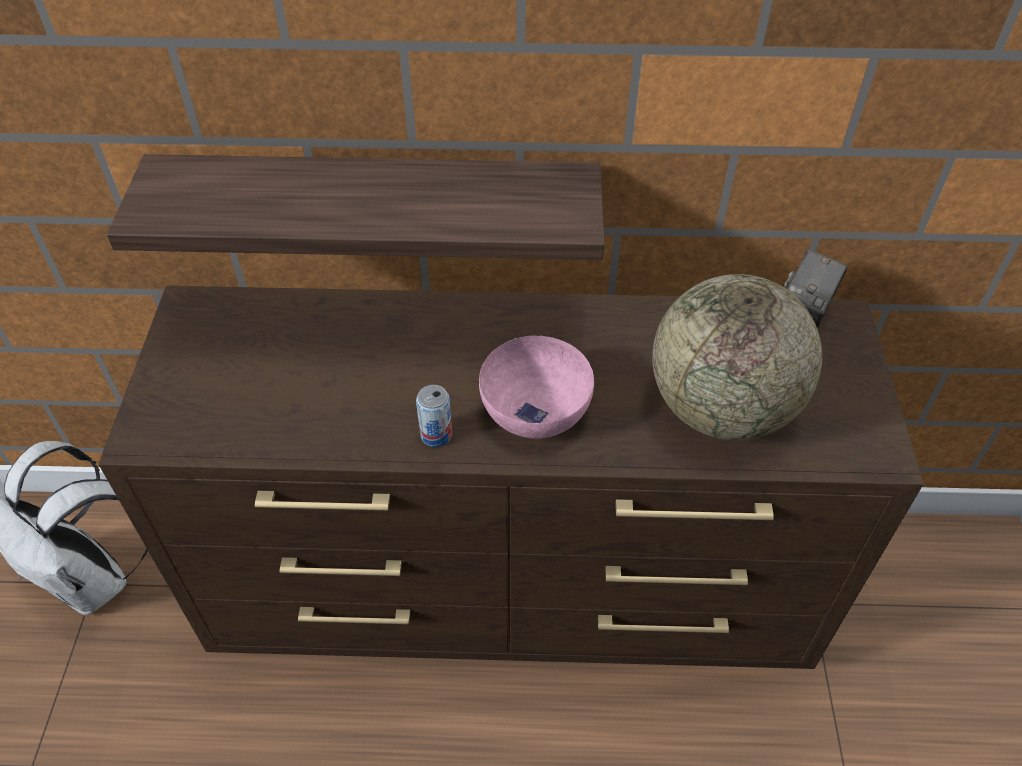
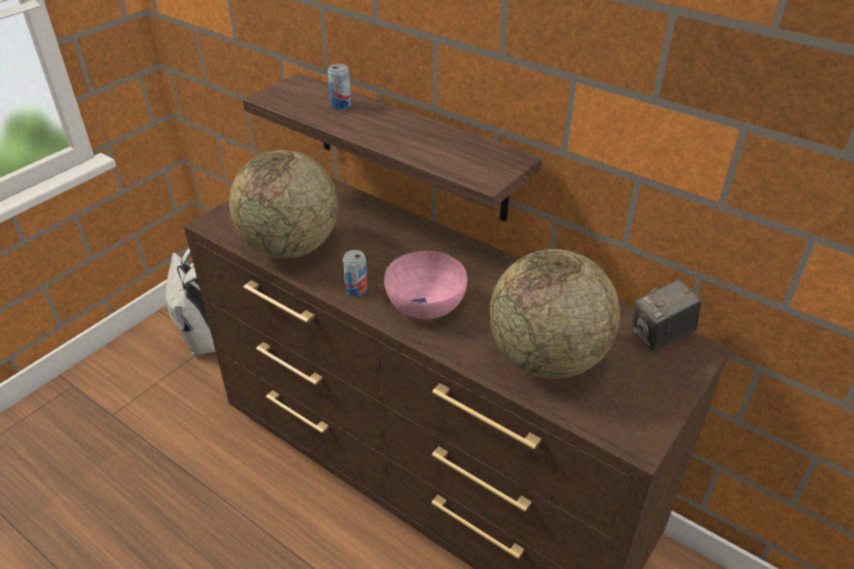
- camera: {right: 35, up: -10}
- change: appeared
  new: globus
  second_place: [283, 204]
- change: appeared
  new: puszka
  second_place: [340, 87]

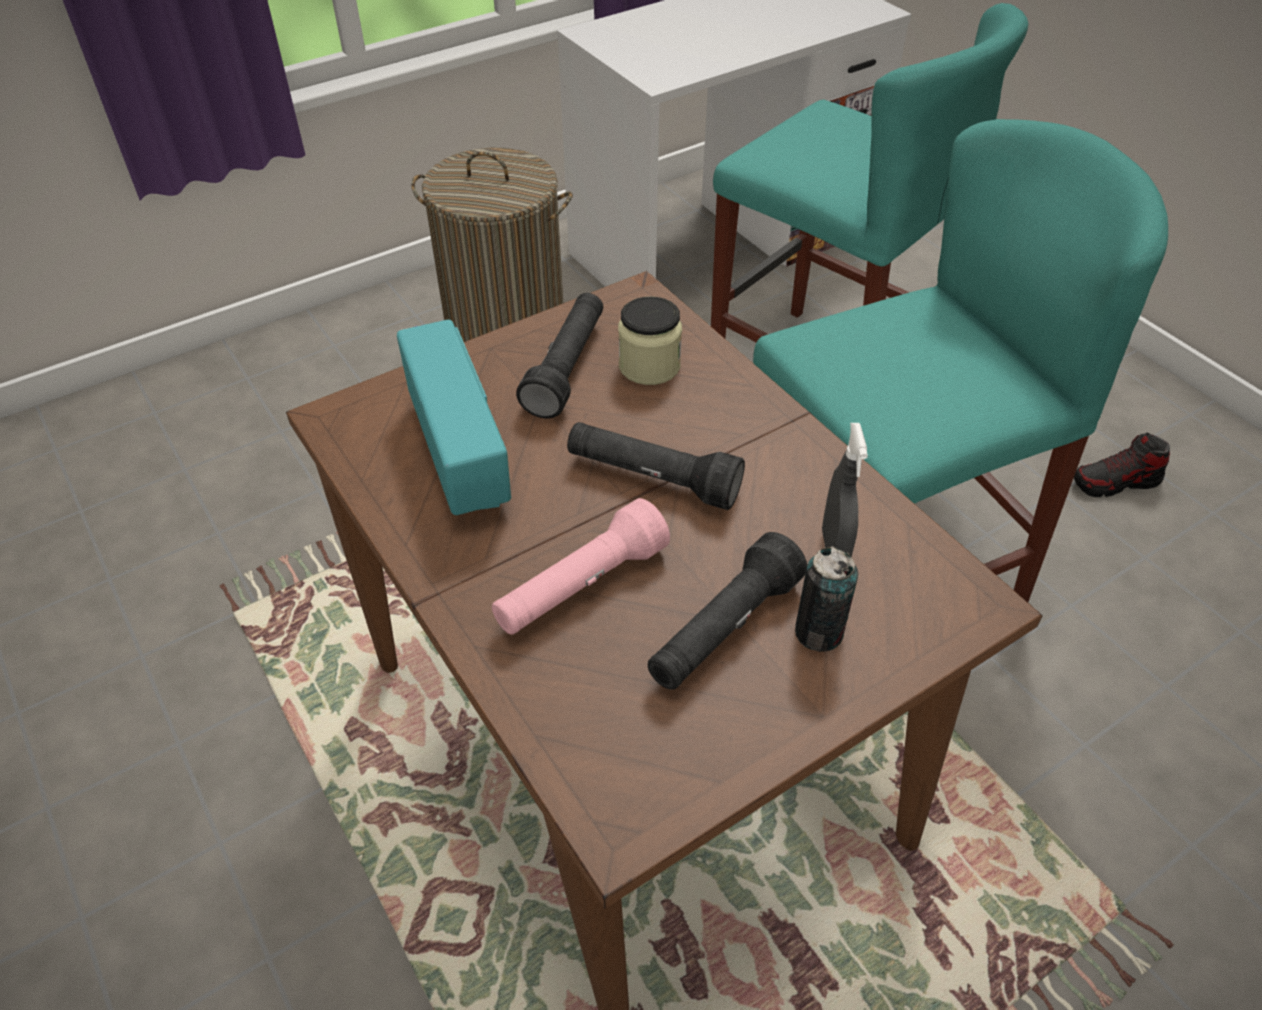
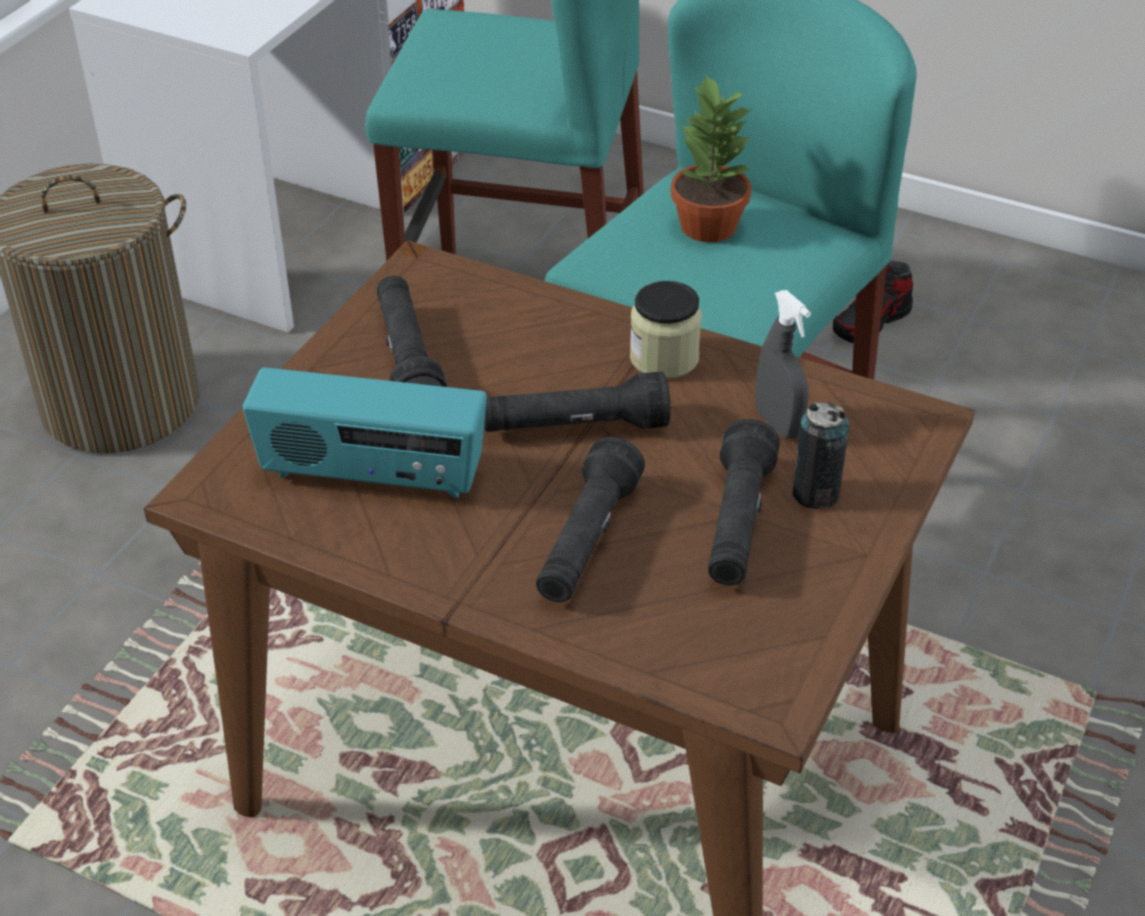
- camera: {right: -30, up: -5}
- change: appeared
  new: roślina doniczkowa
  second_place: [712, 157]
- change: relocated
  old: słoik
  first_place: [650, 341]
  second_place: [666, 330]
- change: colour
  old: latarka/różowy
  new: latarka/czarny
  first_place: [581, 566]
  second_place: [590, 519]
- change: spun
  old: radio
  first_place: [454, 417]
  second_place: [365, 432]
  degrees: 150

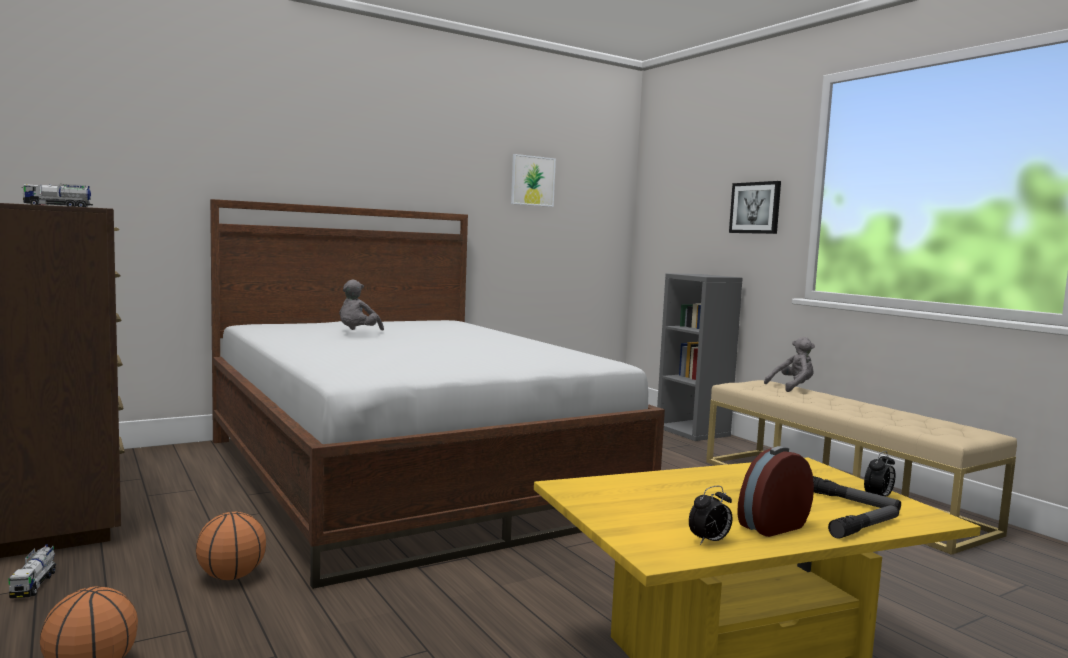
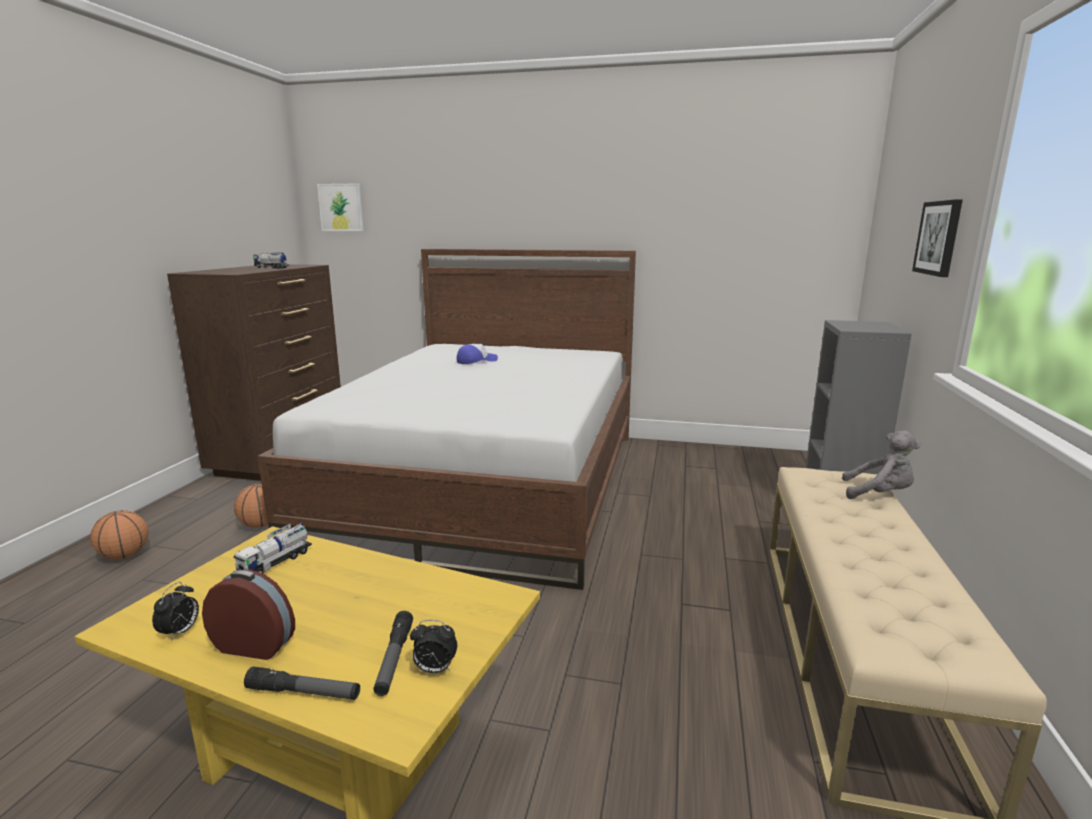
- camera: {right: 45, up: 10}
- change: relocated
  old: ciężarówka zabawkowa
  first_place: [32, 571]
  second_place: [272, 547]
- change: relocated
  old: obraz
  first_place: [533, 180]
  second_place: [340, 207]
- change: exchanged
  old: pluszak/szary
  new: czapka z daszkiem
  first_place: [361, 304]
  second_place: [477, 354]
- change: spun
  old: budzik
  first_place: [710, 515]
  second_place: [175, 611]
  degrees: -90

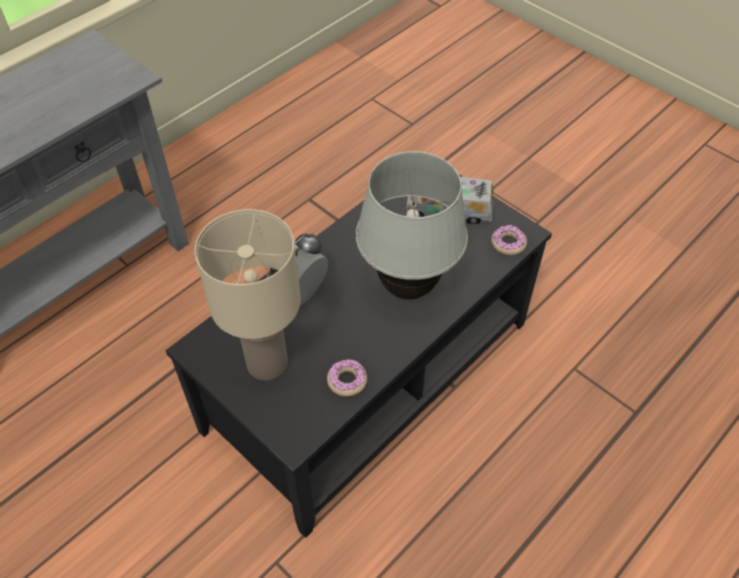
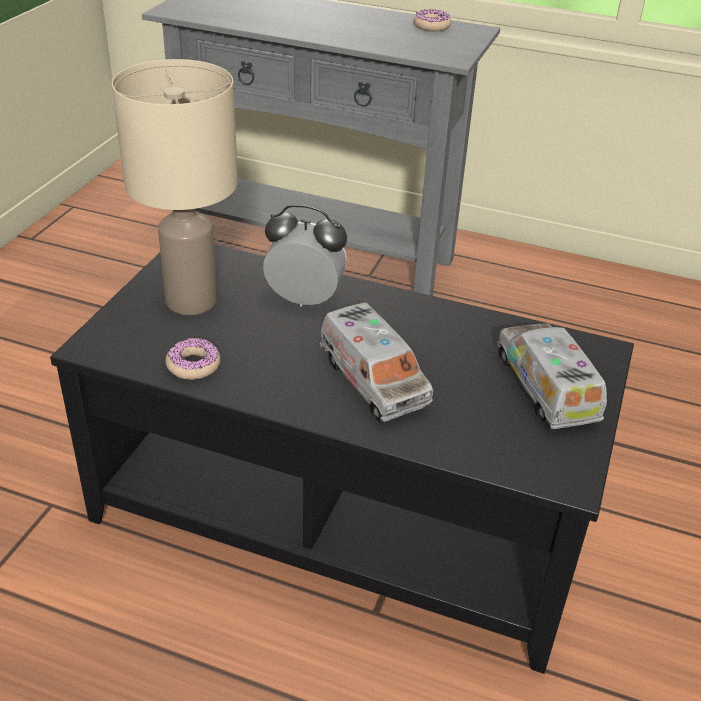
- camera: {right: 65, up: -15}
- change: relocated
  old: donut
  first_place: [509, 240]
  second_place: [432, 20]
- change: exchanged
  old: lampa stołowa/biały
  new: ciężarówka zabawkowa
  first_place: [412, 225]
  second_place: [376, 362]

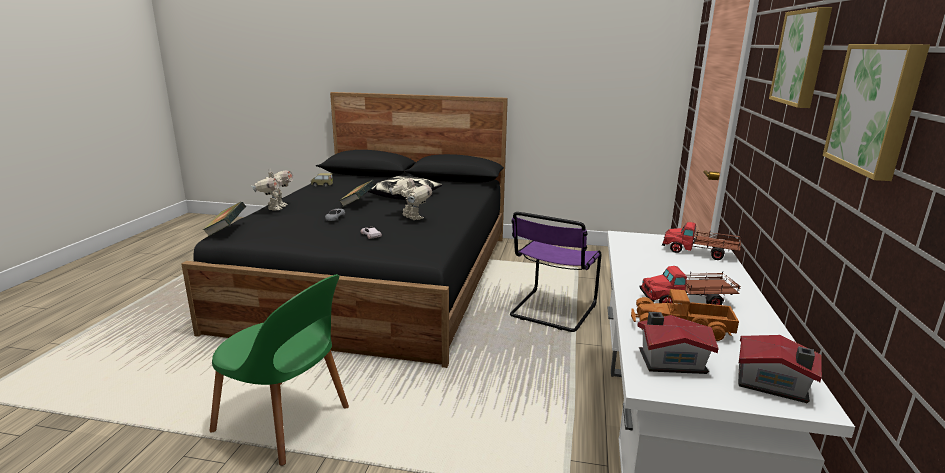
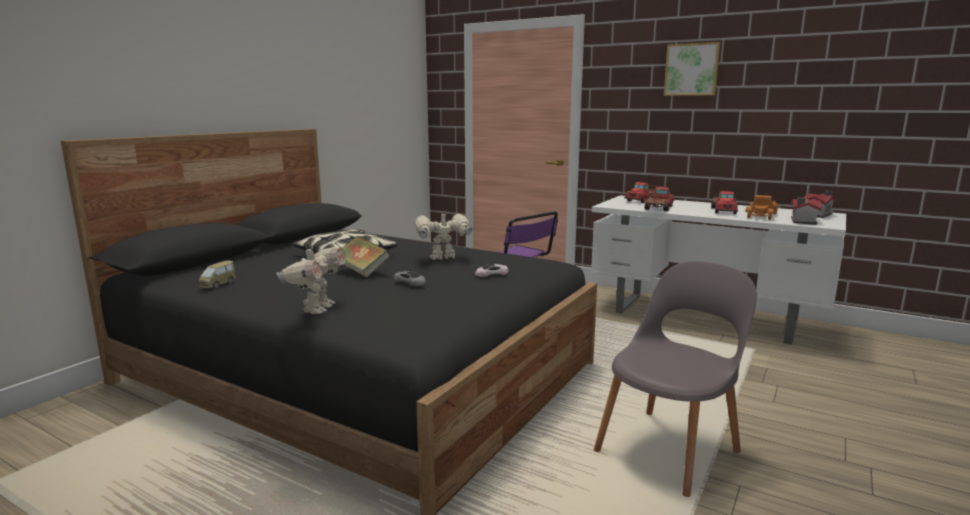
- camera: {right: -70, up: -5}
- change: missing
  old: książka
  first_place: [224, 219]
- change: missing
  old: obraz
  first_place: [876, 112]
- change: appeared
  new: ciężarówka zabawkowa
  second_place: [659, 199]
- change: colour
  old: krzesło/zielony
  new: krzesło/szary
  first_place: [279, 370]
  second_place: [675, 379]
- change: spun
  old: robot zabawkowy
  first_place: [272, 190]
  second_place: [311, 278]
  degrees: 75

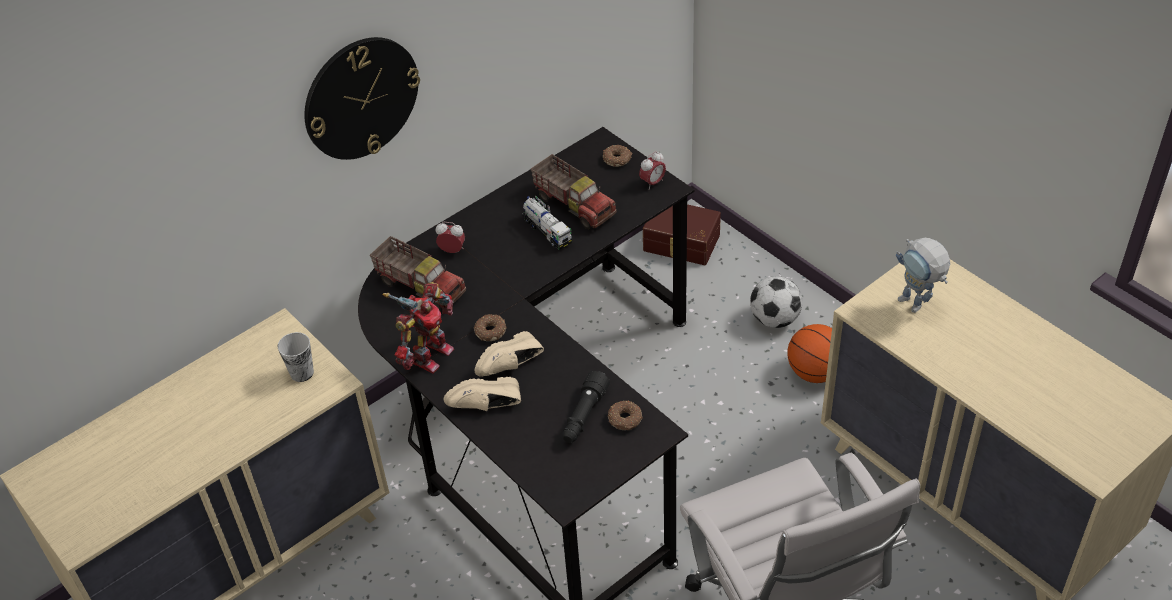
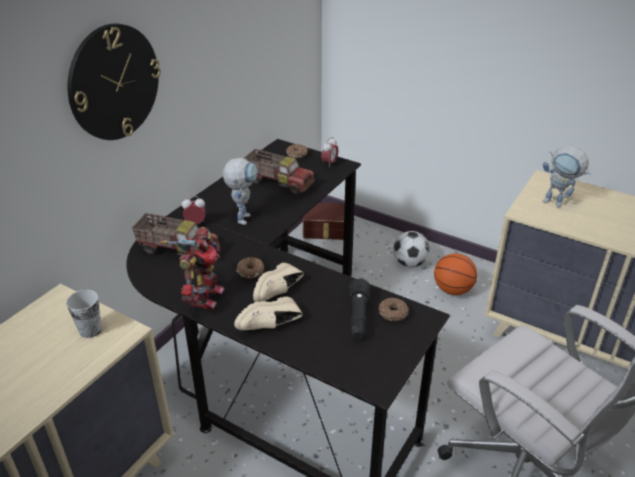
- camera: {right: -20, up: -10}
- change: missing
  old: ciężarówka zabawkowa
  first_place: [547, 223]
- change: appeared
  new: robot zabawkowy
  second_place: [240, 191]

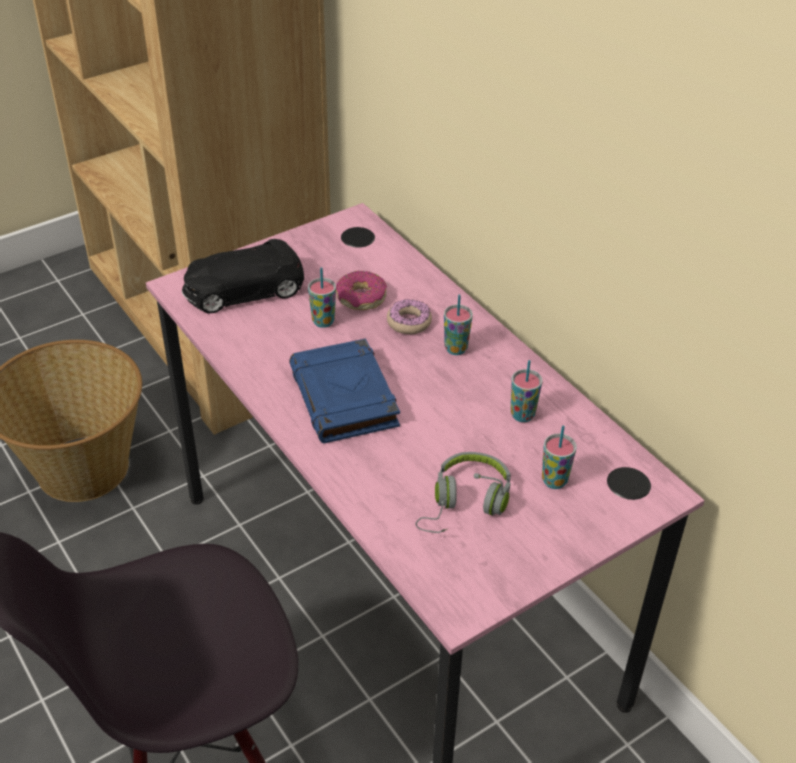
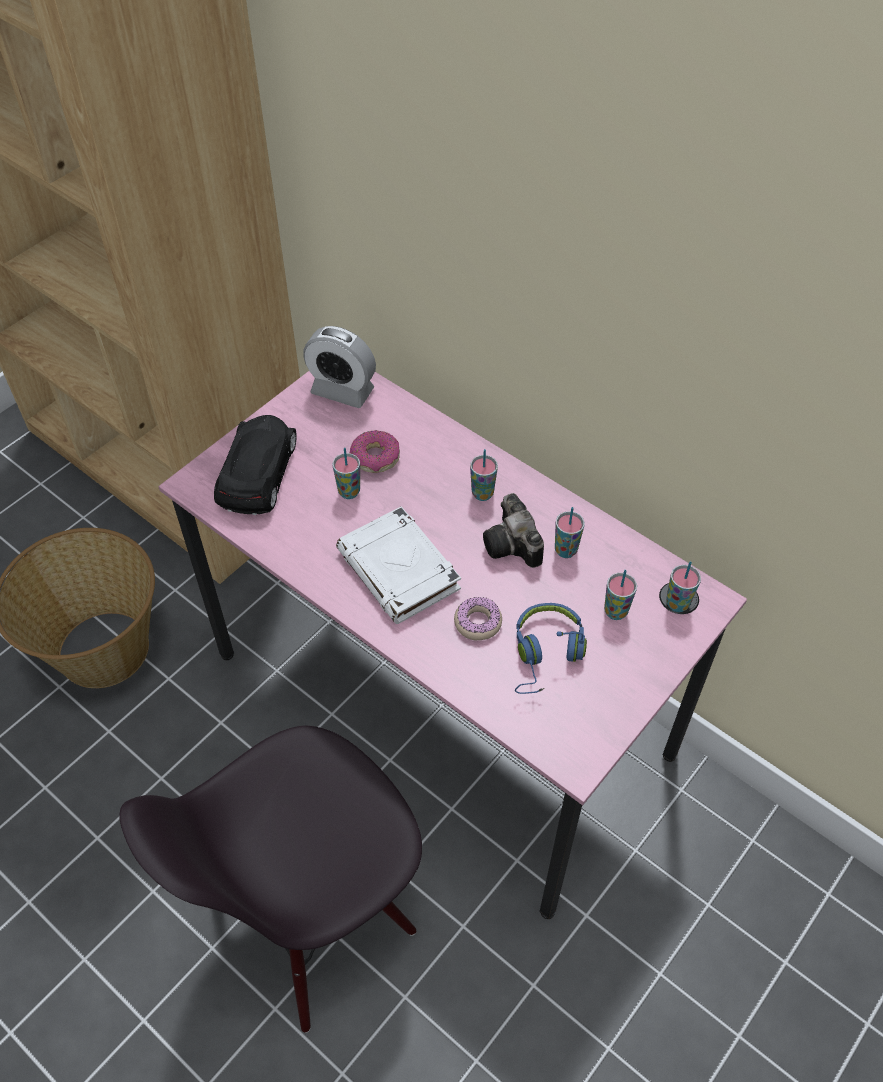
- camera: {right: -15, up: 10}
- change: appeared
  new: budzik
  second_place: [339, 367]
- change: appeared
  new: aparat fotograficzny
  second_place: [513, 530]
- change: appeared
  new: filiżanka
  second_place: [683, 587]
- change: relocated
  old: donut
  first_place: [409, 316]
  second_place: [478, 618]
- change: colour
  old: książka/niebieski
  new: książka/biały
  first_place: [344, 390]
  second_place: [398, 565]
- change: colour
  old: słuchawki/szary
  new: słuchawki/niebieski
  first_place: [463, 492]
  second_place: [551, 648]
- change: spun
  old: samochodzik/czarny
  first_place: [243, 276]
  second_place: [255, 465]
  degrees: 135

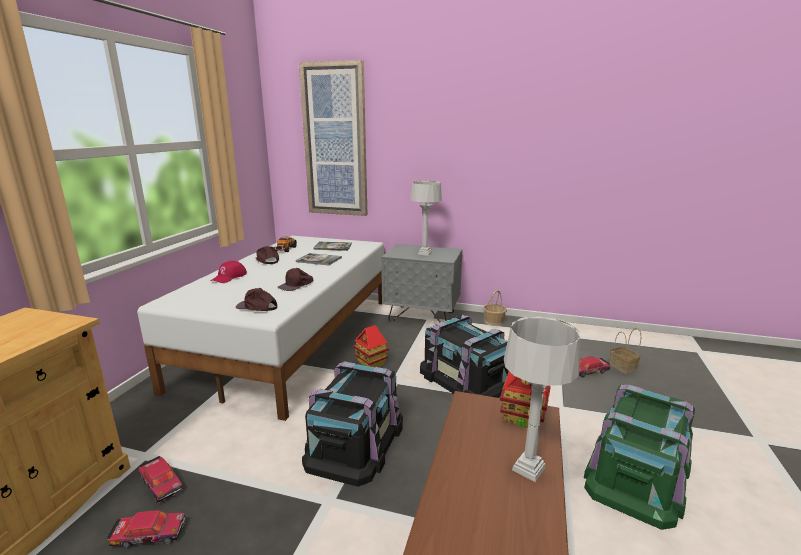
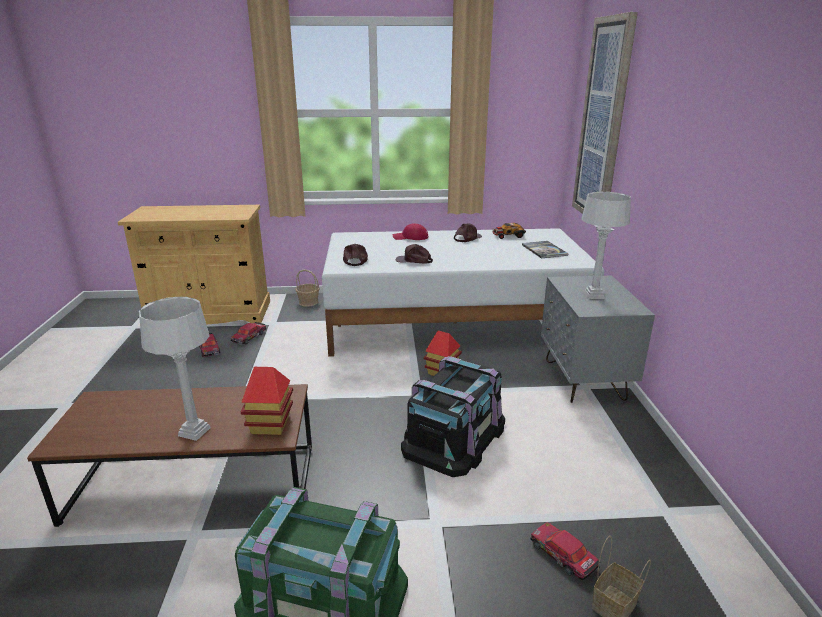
- camera: {right: 70, up: 5}
- change: missing
  old: książka
  first_place: [319, 259]
- change: missing
  old: pojemnik do przechowywania/czarny
  first_place: [352, 423]
- change: relocated
  old: koszyk
  first_place: [495, 308]
  second_place: [307, 288]

